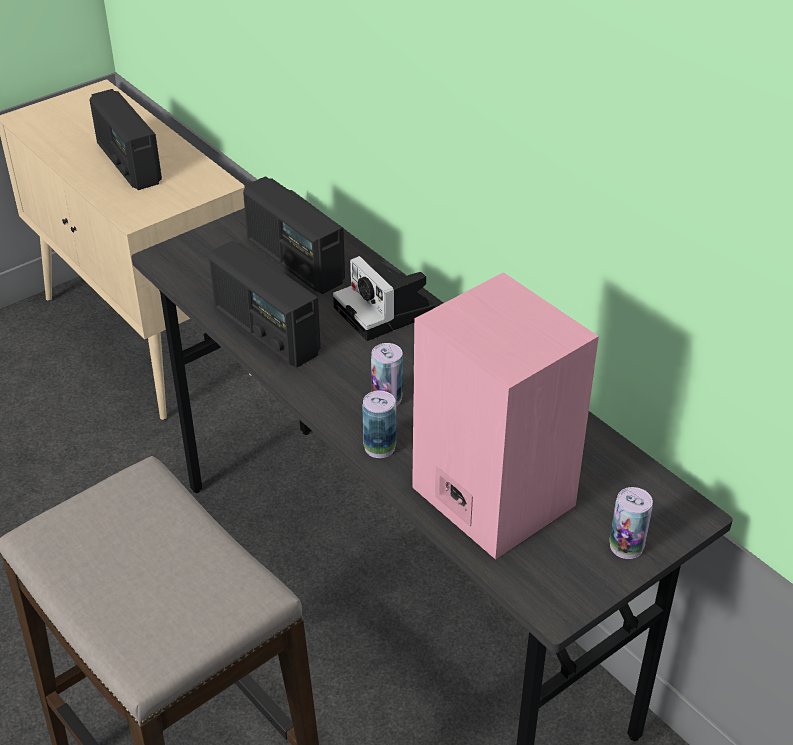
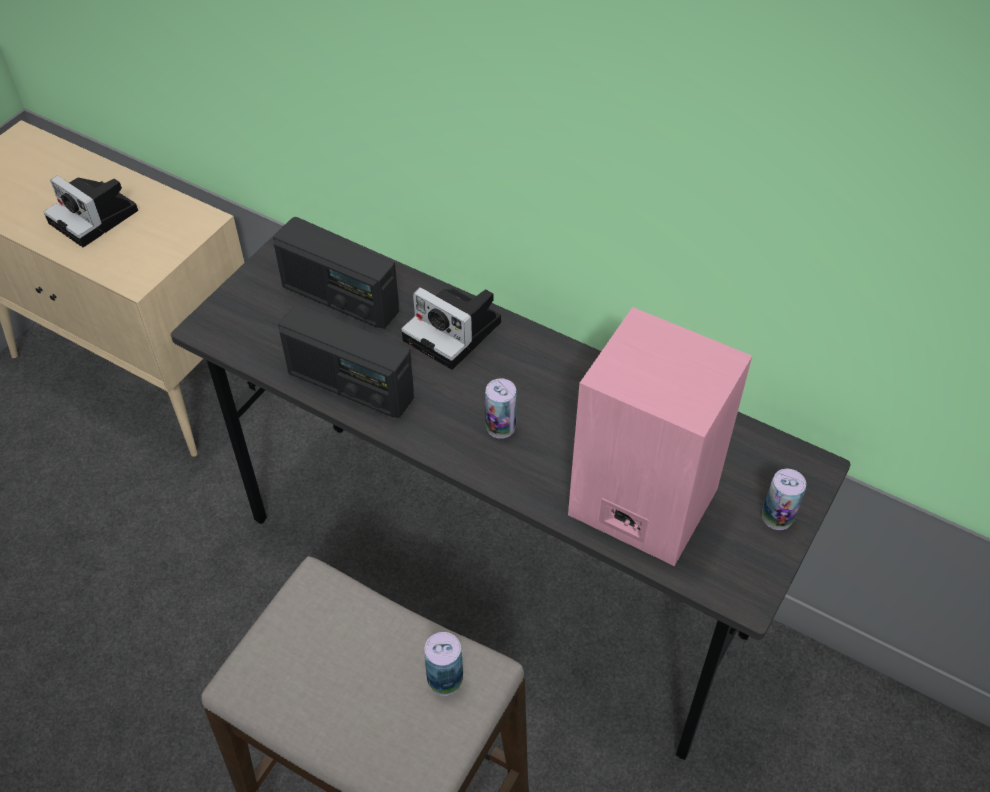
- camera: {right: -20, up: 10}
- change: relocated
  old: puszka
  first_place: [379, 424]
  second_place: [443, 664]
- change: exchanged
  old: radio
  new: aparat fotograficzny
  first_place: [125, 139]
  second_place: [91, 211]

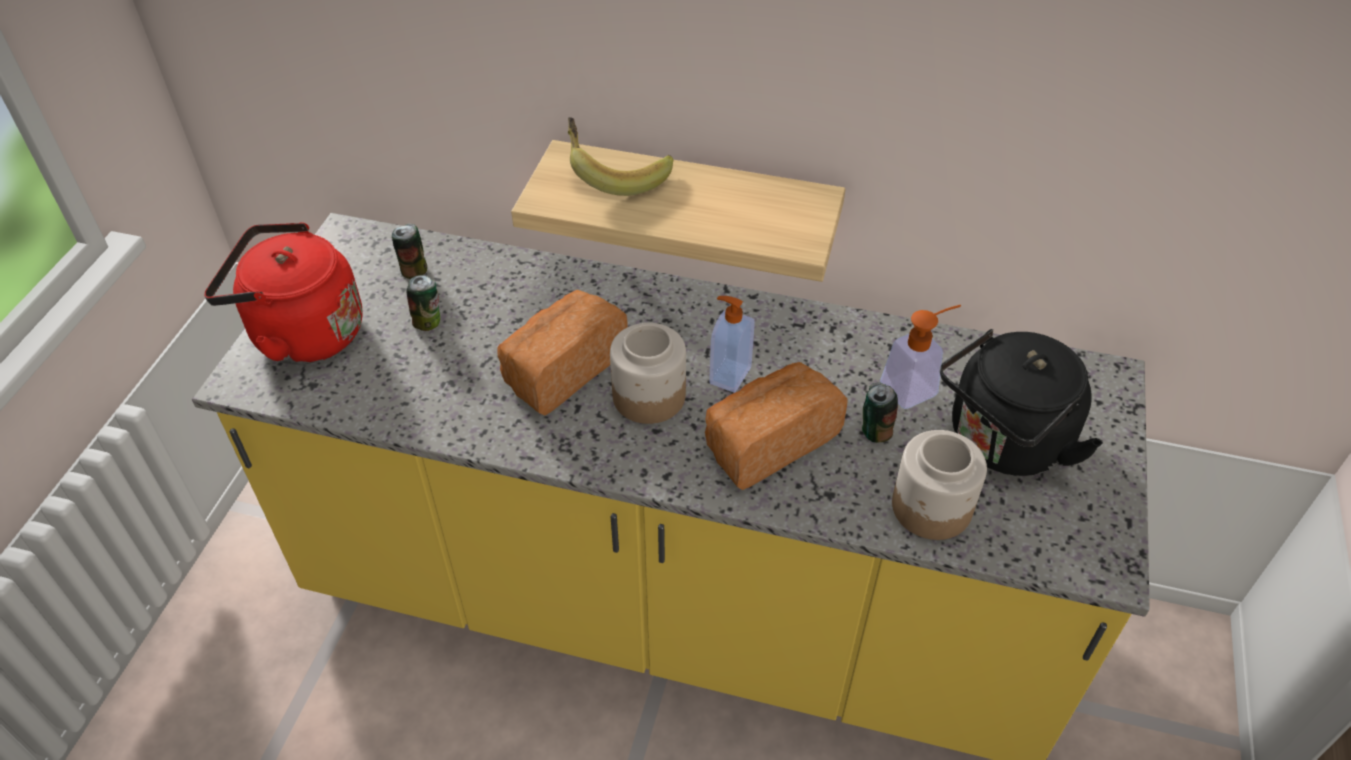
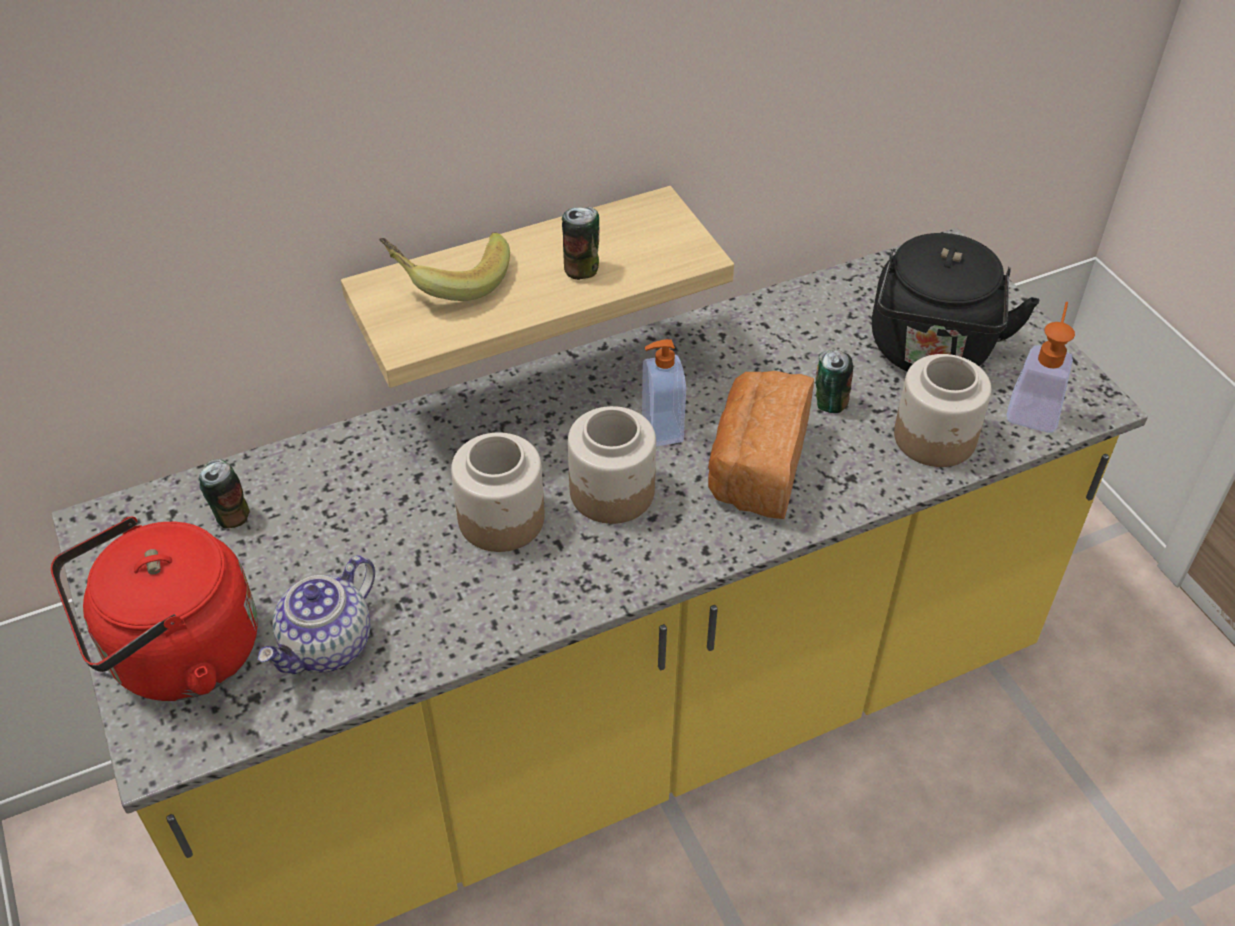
- camera: {right: -40, up: 0}
- change: appeared
  new: imbryk
  second_place: [316, 615]
- change: relocated
  old: puszka
  first_place: [423, 303]
  second_place: [580, 243]
- change: relocated
  old: dozownik mydła
  first_place: [920, 357]
  second_place: [1040, 367]
- change: exchanged
  old: chleb
  new: słoik
  first_place: [563, 352]
  second_place: [498, 492]

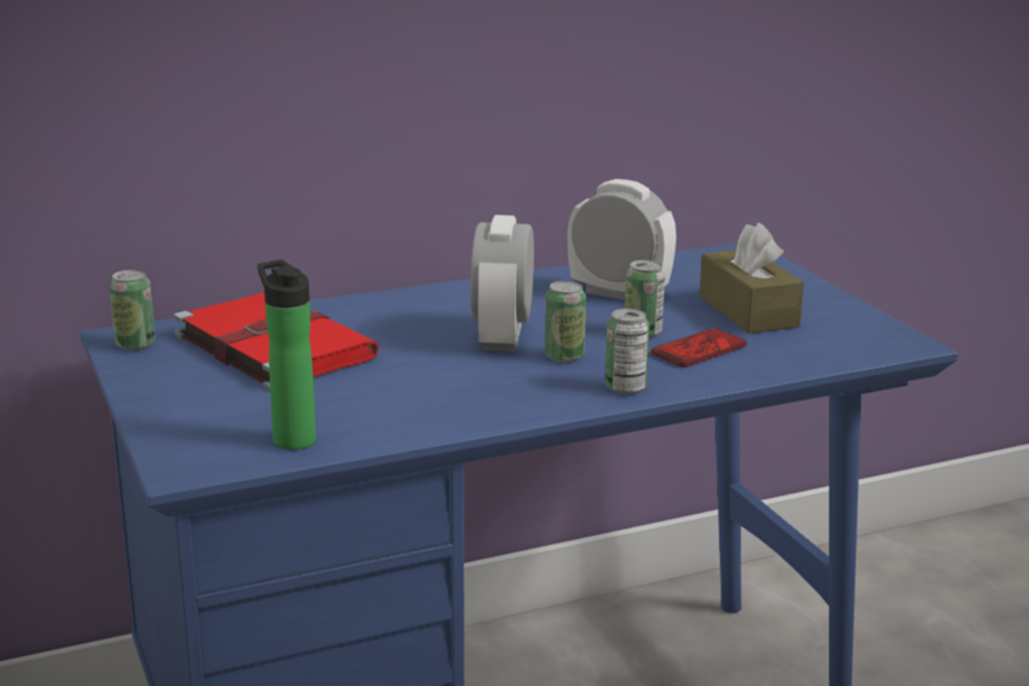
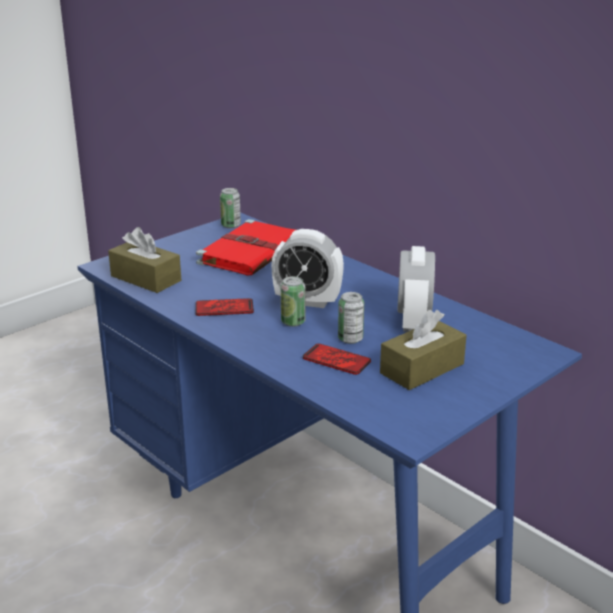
- camera: {right: 70, up: 5}
- change: missing
  old: puszka
  first_place: [627, 351]
- change: appeared
  new: telefon
  second_place: [225, 307]
- change: exchanged
  old: butelka
  new: pudełko chusteczek/brązowy
  first_place: [286, 355]
  second_place: [144, 260]
- change: spun
  old: budzik
  first_place: [502, 283]
  second_place: [307, 268]
  degrees: -150

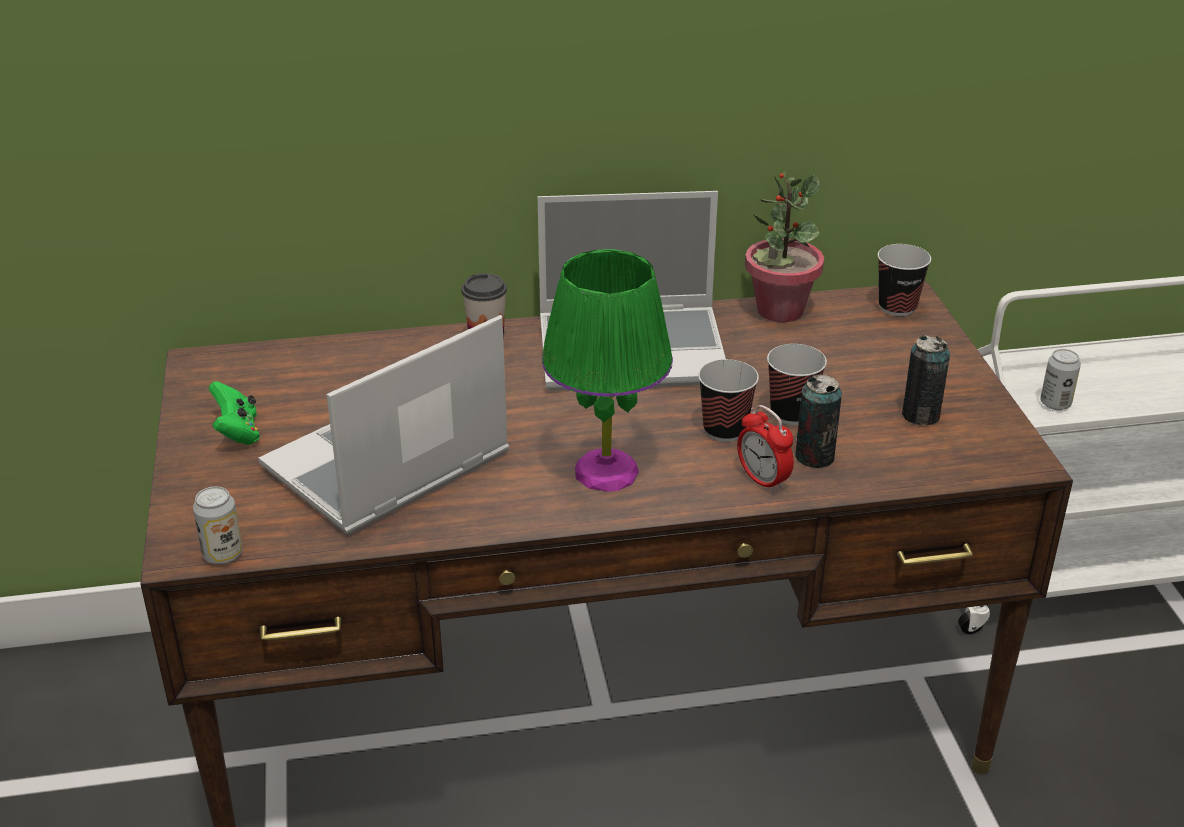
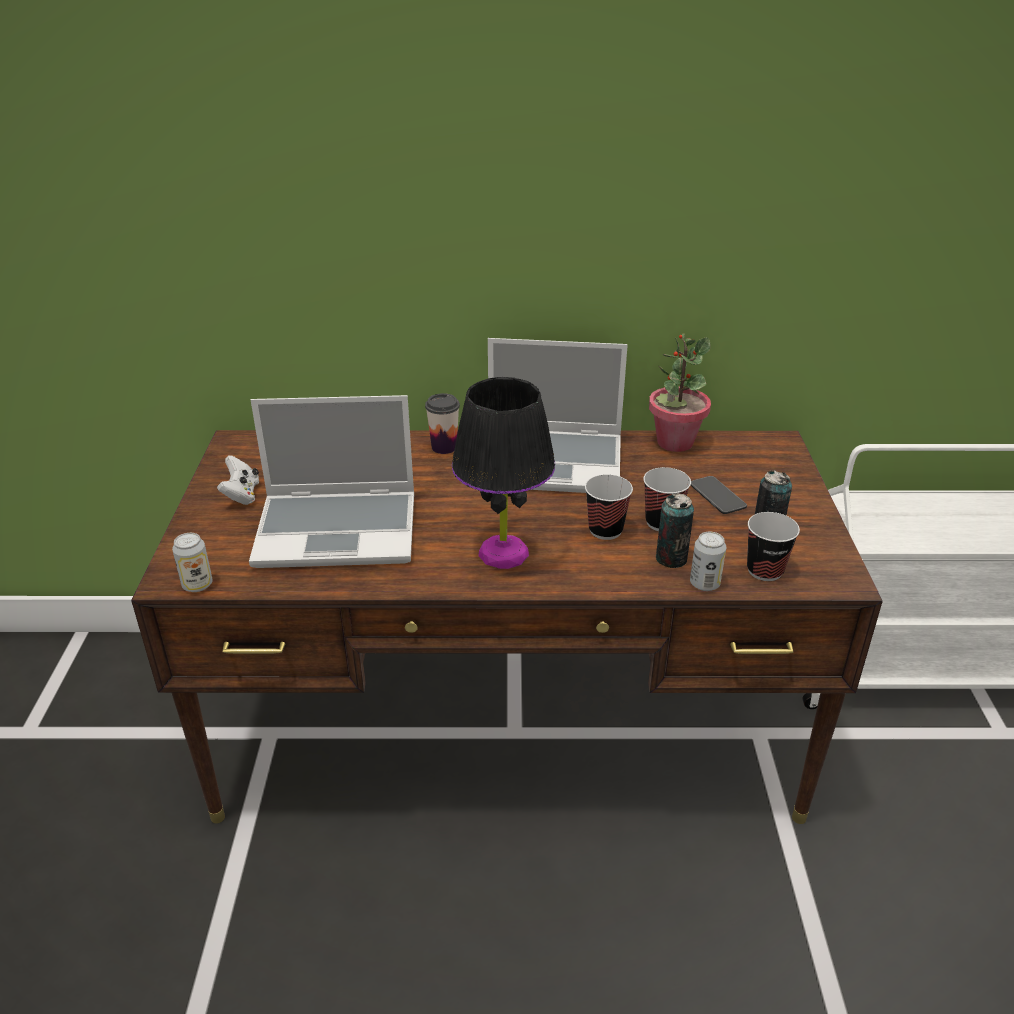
- camera: {right: 10, up: 0}
- change: missing
  old: budzik
  first_place: [765, 449]
- change: appeared
  new: telefon
  second_place: [718, 495]
- change: relocated
  old: filiżanka
  first_place: [904, 280]
  second_place: [773, 546]
- change: relocated
  old: puszka
  first_place: [1060, 379]
  second_place: [708, 561]
- change: colour
  old: pad do gier/zielony
  new: pad do gier/biały
  first_place: [234, 413]
  second_place: [238, 480]
- change: colour
  old: lampa stołowa/zielony
  new: lampa stołowa/czarny
  first_place: [607, 370]
  second_place: [503, 473]
- change: spun
  old: laptop
  first_place: [383, 424]
  second_place: [331, 481]
  degrees: -150

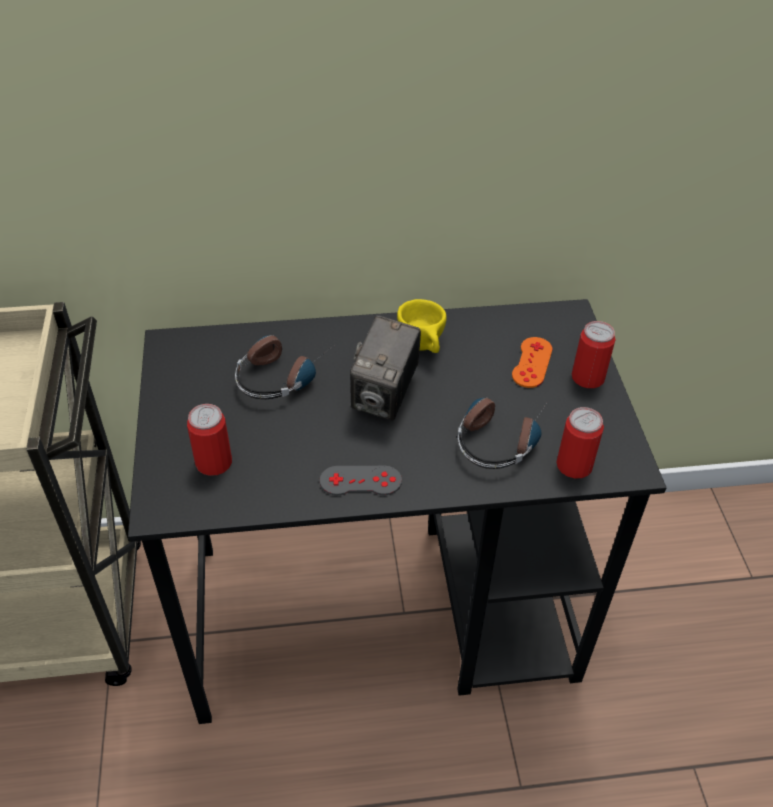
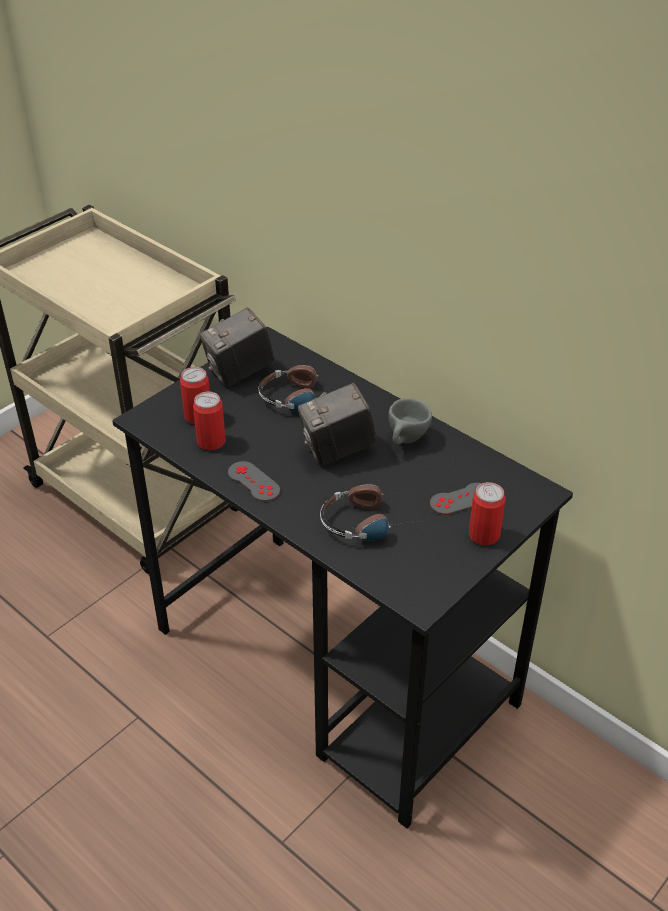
- camera: {right: 50, up: -5}
- change: appeared
  new: aparat fotograficzny
  second_place: [237, 347]
- change: relocated
  old: puszka
  first_place: [580, 442]
  second_place: [209, 421]
- change: colour
  old: filiżanka/żółty
  new: filiżanka/szary
  first_place: [421, 326]
  second_place: [410, 421]
- change: colour
  old: pad do gier/pomarańczowy
  new: pad do gier/szary
  first_place: [532, 362]
  second_place: [456, 499]

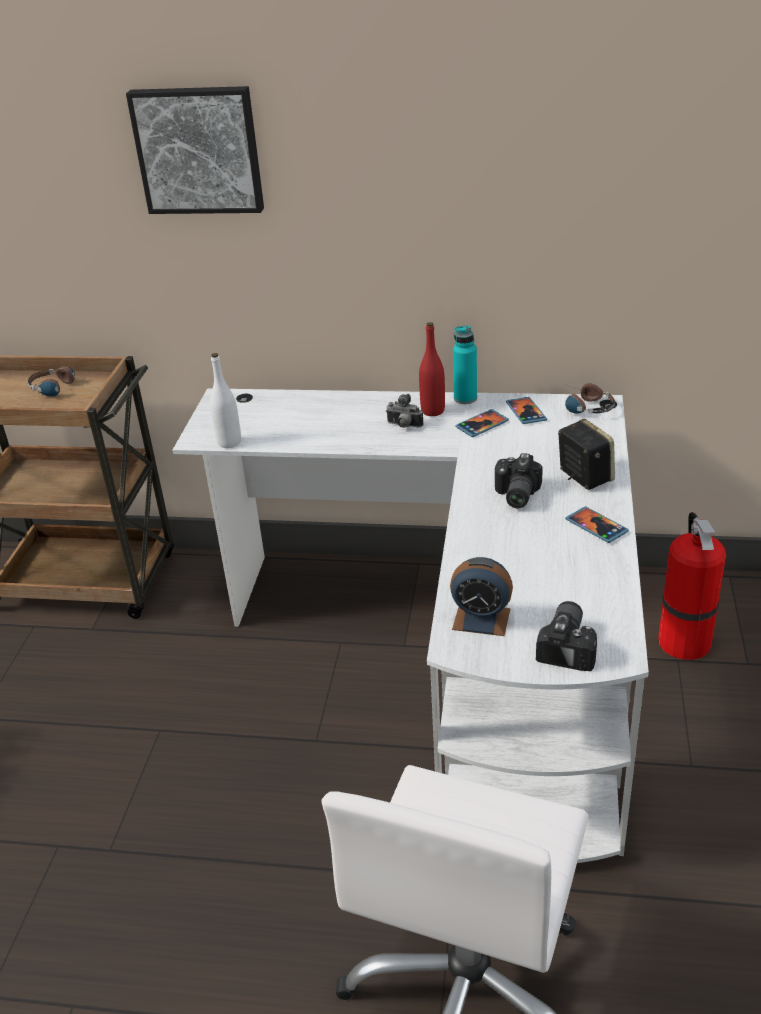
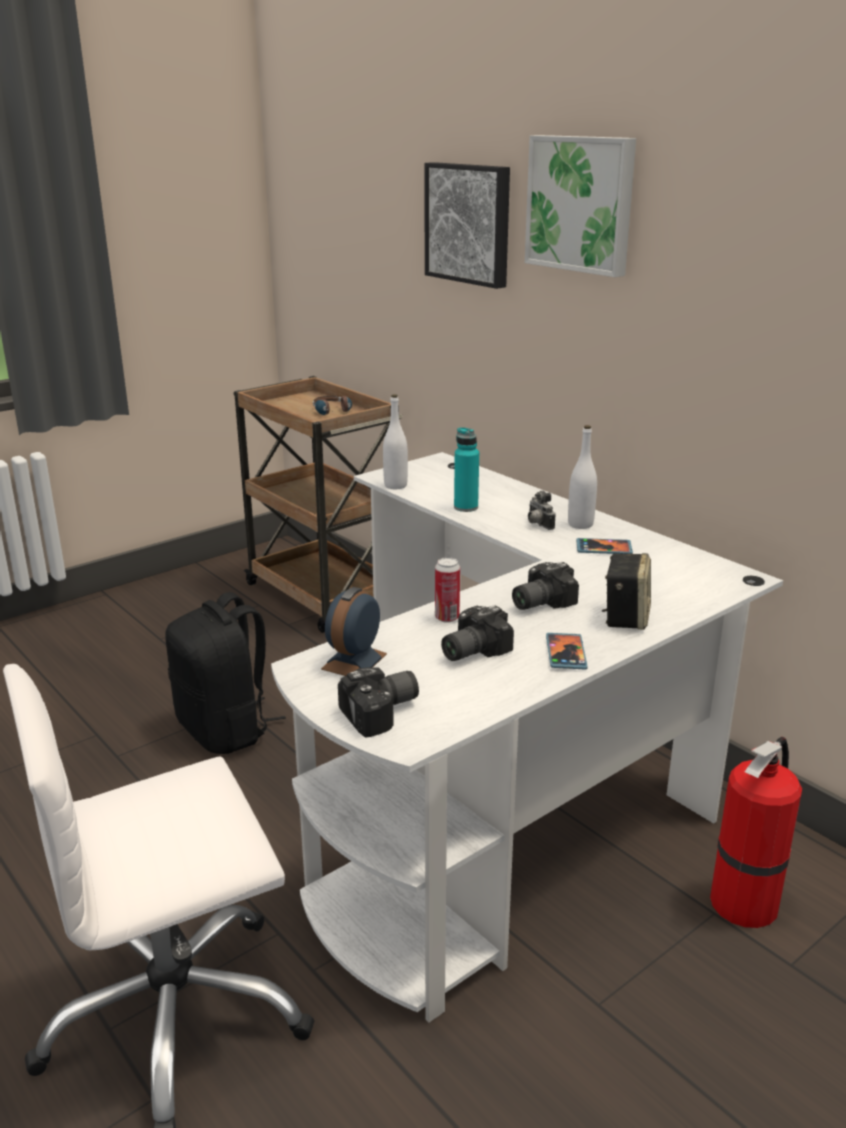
- camera: {right: 40, up: -10}
- change: missing
  old: telefon
  first_place: [526, 410]
- change: missing
  old: słuchawki
  first_place: [590, 398]
- change: appeared
  new: plecak/czarny
  second_place: [225, 673]
- change: appeared
  new: puszka
  second_place: [447, 590]
- change: appeared
  new: aparat fotograficzny
  second_place: [477, 633]
- change: appeared
  new: obraz
  second_place: [580, 206]
- change: relocated
  old: butelka/turkusowy
  first_place: [465, 365]
  second_place: [466, 469]
- change: colour
  old: butelka/czerwony
  new: butelka/biały
  first_place: [432, 369]
  second_place: [582, 477]
- change: spun
  old: budzik
  first_place: [481, 596]
  second_place: [354, 631]
  degrees: 60

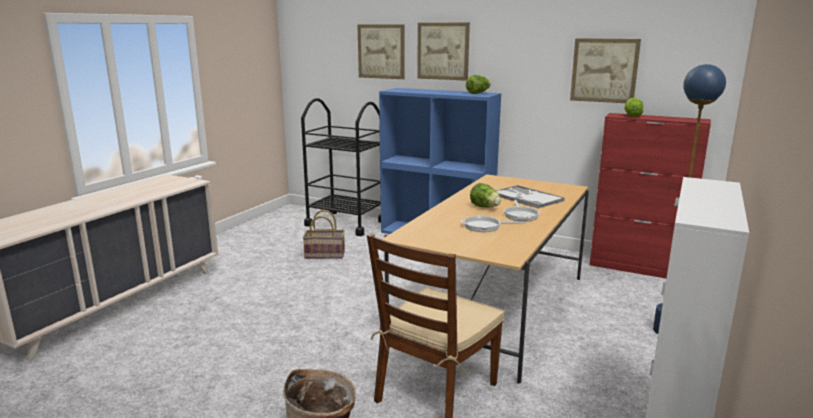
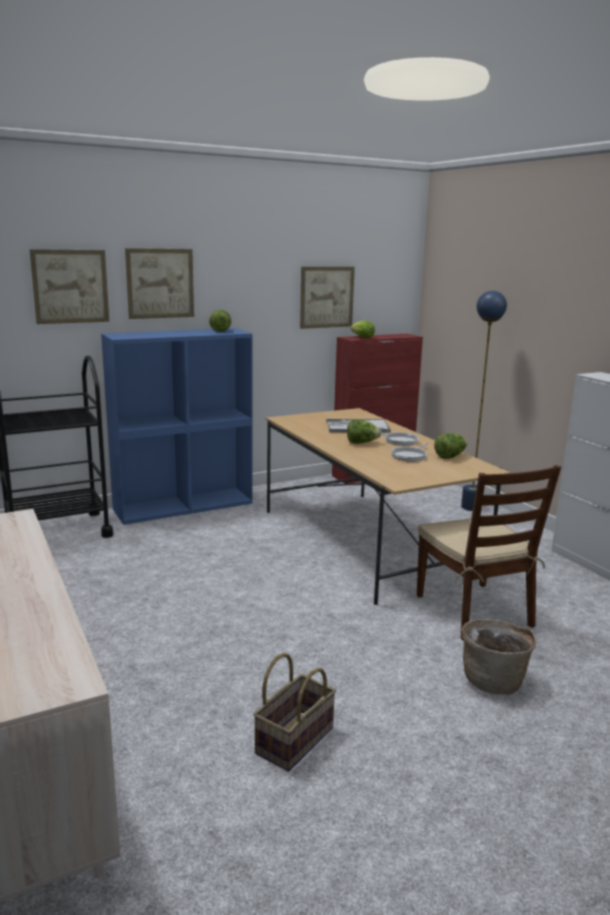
- camera: {right: -55, up: 0}
- change: appeared
  new: sałata
  second_place: [450, 446]
- change: relocated
  old: koszyk
  first_place: [324, 234]
  second_place: [294, 712]

